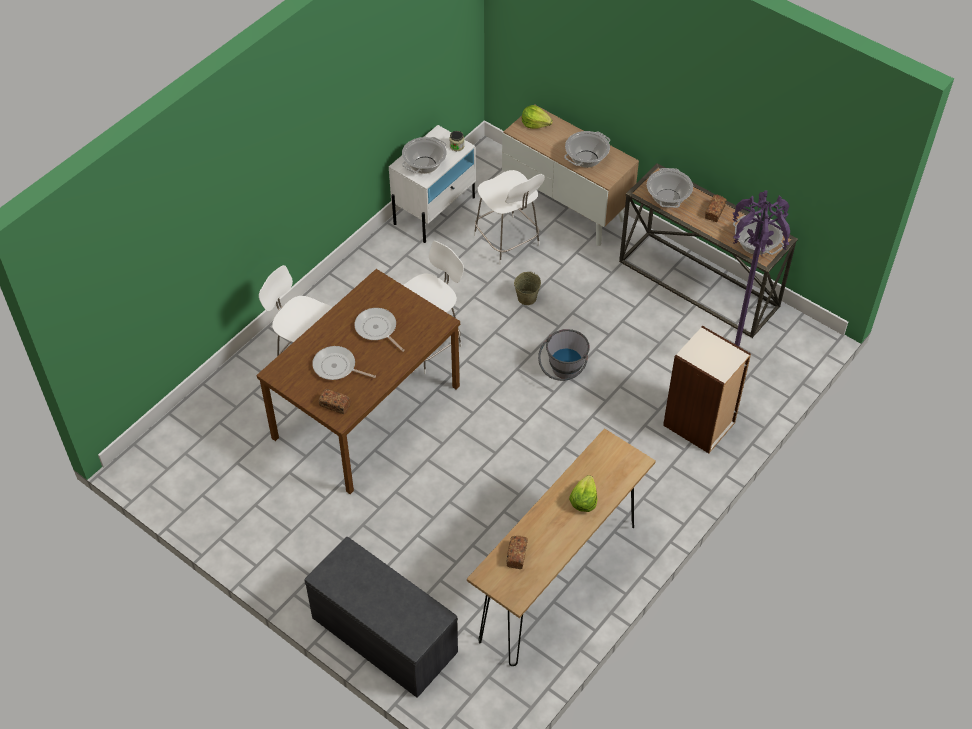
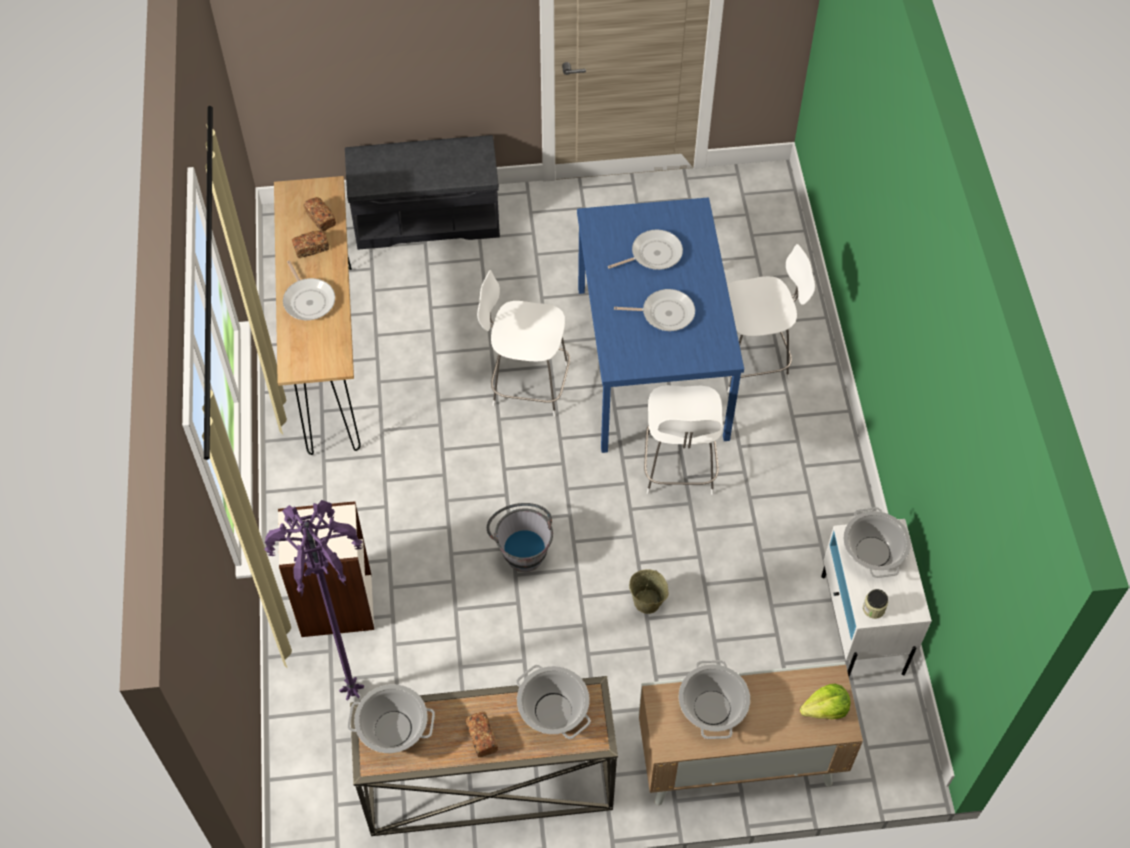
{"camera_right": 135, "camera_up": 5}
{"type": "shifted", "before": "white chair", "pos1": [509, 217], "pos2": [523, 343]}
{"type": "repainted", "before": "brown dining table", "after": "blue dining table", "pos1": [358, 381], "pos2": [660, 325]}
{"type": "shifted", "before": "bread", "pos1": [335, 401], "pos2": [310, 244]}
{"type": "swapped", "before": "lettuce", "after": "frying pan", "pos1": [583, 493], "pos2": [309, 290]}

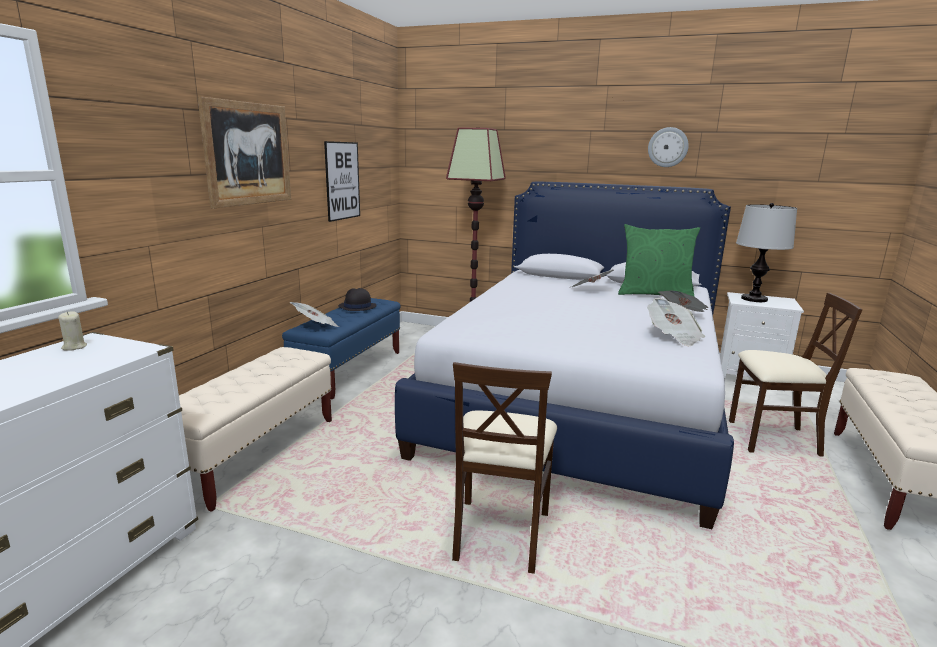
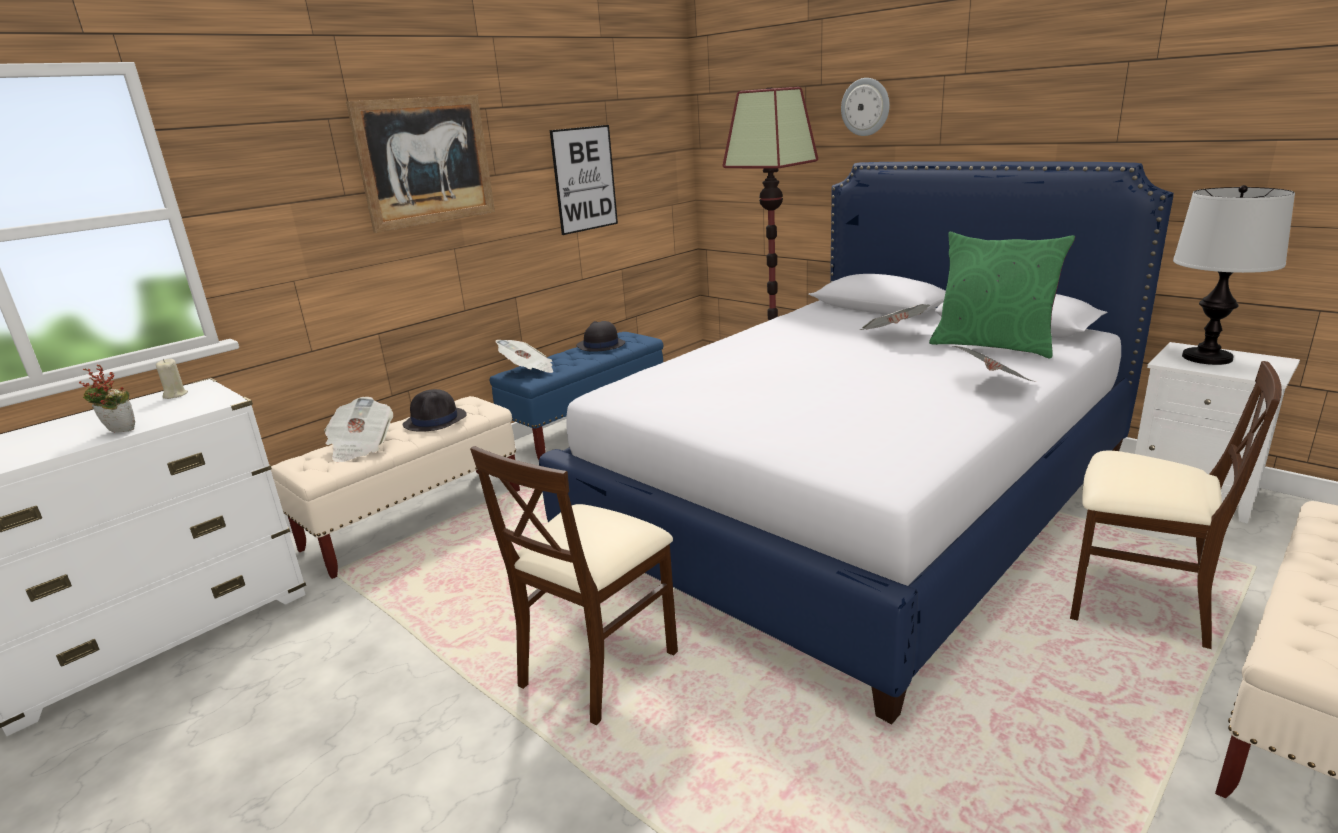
{"camera_right": 25, "camera_up": 5}
{"type": "shifted", "before": "wall clock", "pos1": [668, 147], "pos2": [865, 107]}
{"type": "shifted", "before": "newspaper", "pos1": [676, 322], "pos2": [358, 429]}
{"type": "new", "after": "potted plant", "pos2": [107, 398]}
{"type": "new", "after": "black hat", "pos2": [435, 410]}

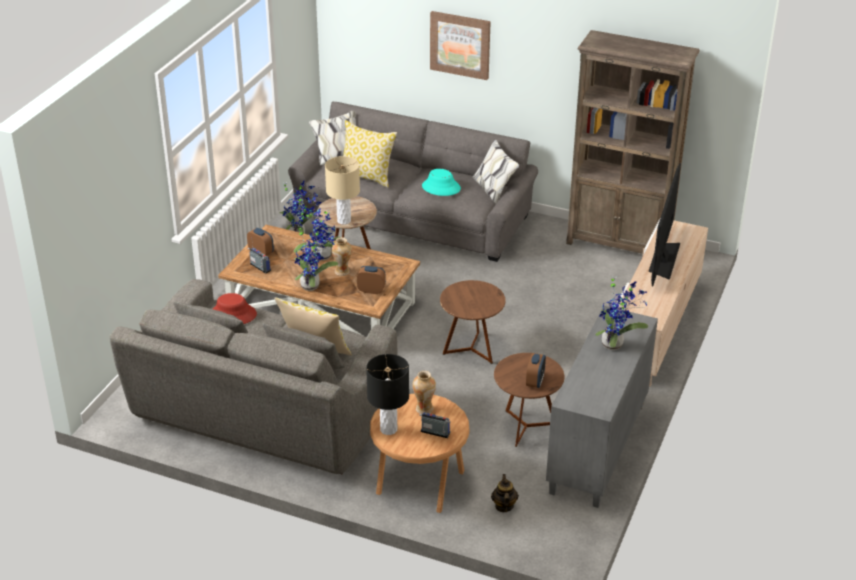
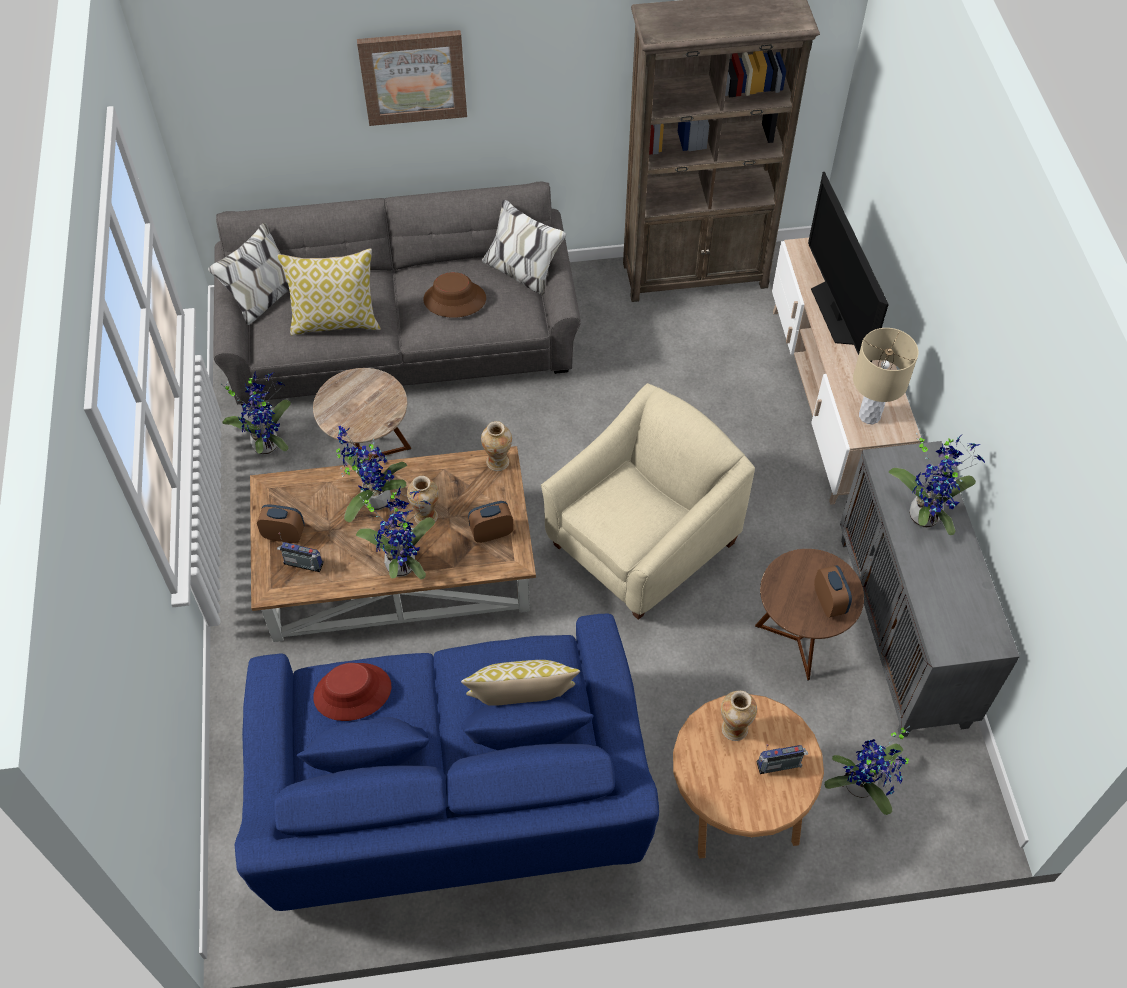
{"camera_right": -30, "camera_up": 20}
{"type": "shifted", "before": "beige table lamp", "pos1": [342, 190], "pos2": [885, 376]}
{"type": "repainted", "before": "turquoise hat", "after": "brown hat", "pos1": [441, 182], "pos2": [454, 295]}
{"type": "repainted", "before": "grey sofa", "after": "blue sofa", "pos1": [253, 376], "pos2": [447, 762]}
{"type": "swapped", "before": "brown side table", "after": "beige armchair", "pos1": [473, 322], "pos2": [648, 501]}
{"type": "gone", "before": "black table lamp", "pos1": [387, 394]}
{"type": "swapped", "before": "teapot", "after": "potted plant", "pos1": [505, 493], "pos2": [867, 770]}
{"type": "new", "after": "vase", "pos2": [496, 446]}

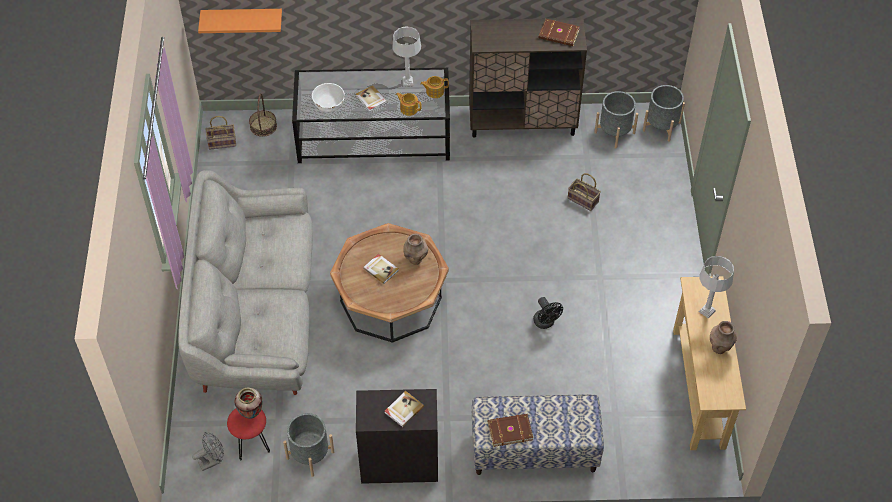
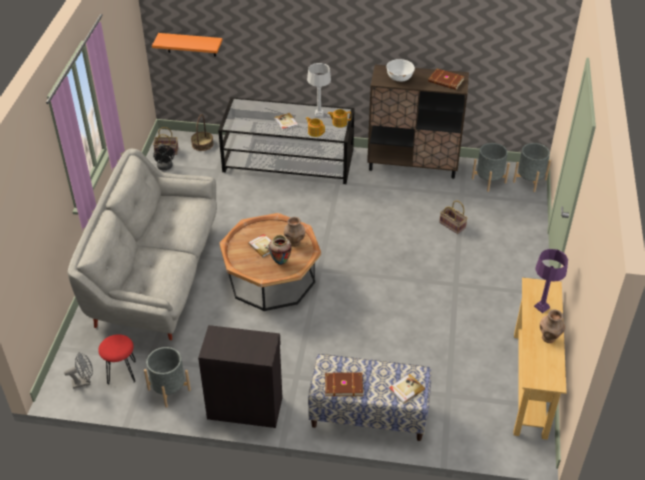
{"camera_right": 10, "camera_up": -10}
{"type": "shifted", "before": "white bowl", "pos1": [328, 97], "pos2": [400, 70]}
{"type": "repainted", "before": "grey table lamp", "after": "purple table lamp", "pos1": [716, 287], "pos2": [551, 281]}
{"type": "shifted", "before": "black fan", "pos1": [548, 313], "pos2": [164, 157]}
{"type": "shifted", "before": "vase", "pos1": [248, 403], "pos2": [280, 250]}
{"type": "shifted", "before": "book", "pos1": [404, 409], "pos2": [407, 389]}

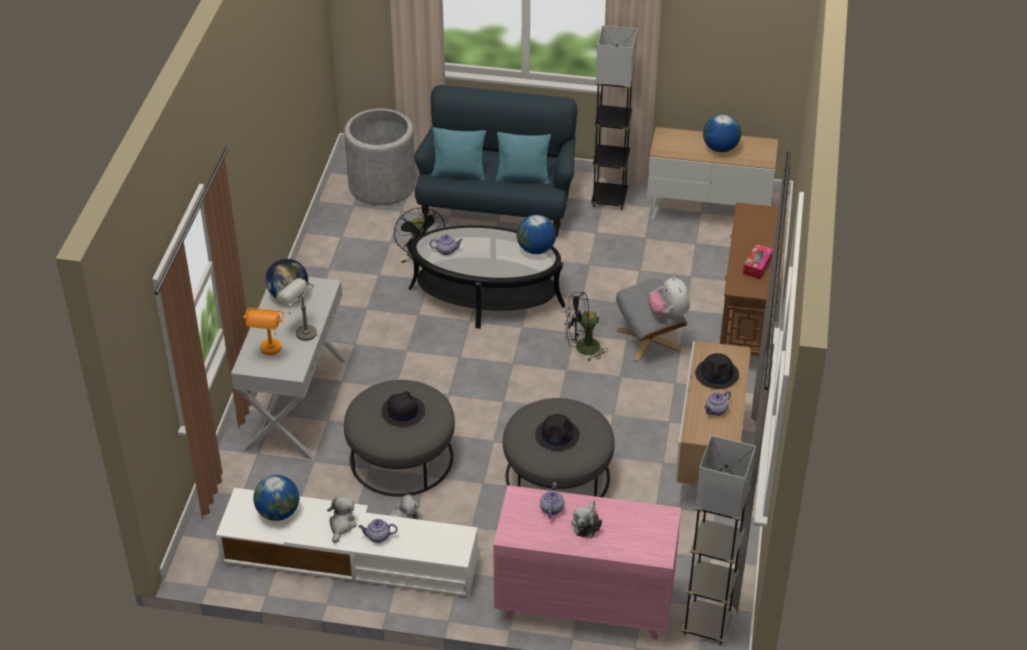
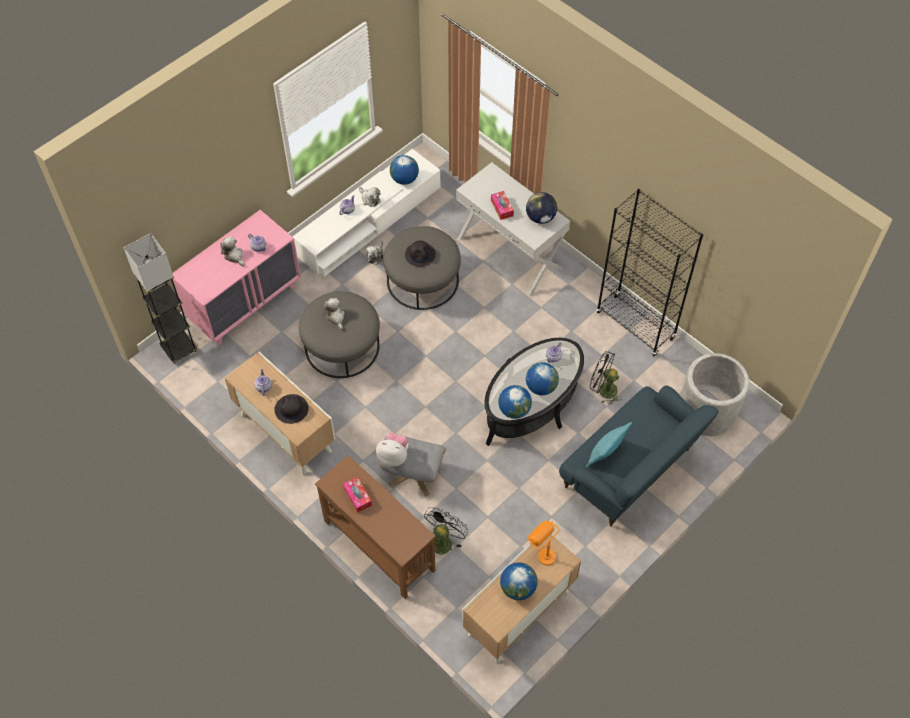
{"camera_right": 125, "camera_up": 15}
{"type": "gone", "before": "grey floor lamp", "pos1": [614, 118]}
{"type": "gone", "before": "turquoise pillow", "pos1": [459, 153]}
{"type": "swapped", "before": "grey table lamp", "after": "tissue box", "pos1": [297, 309], "pos2": [502, 205]}
{"type": "shifted", "before": "black fan", "pos1": [586, 327], "pos2": [446, 530]}
{"type": "shifted", "before": "orange table lamp", "pos1": [263, 331], "pos2": [544, 543]}
{"type": "swapped", "before": "black hat", "after": "plush toy", "pos1": [557, 432], "pos2": [334, 314]}
{"type": "new", "after": "black bookcase", "pos2": [649, 273]}
{"type": "new", "after": "globe", "pos2": [542, 378]}

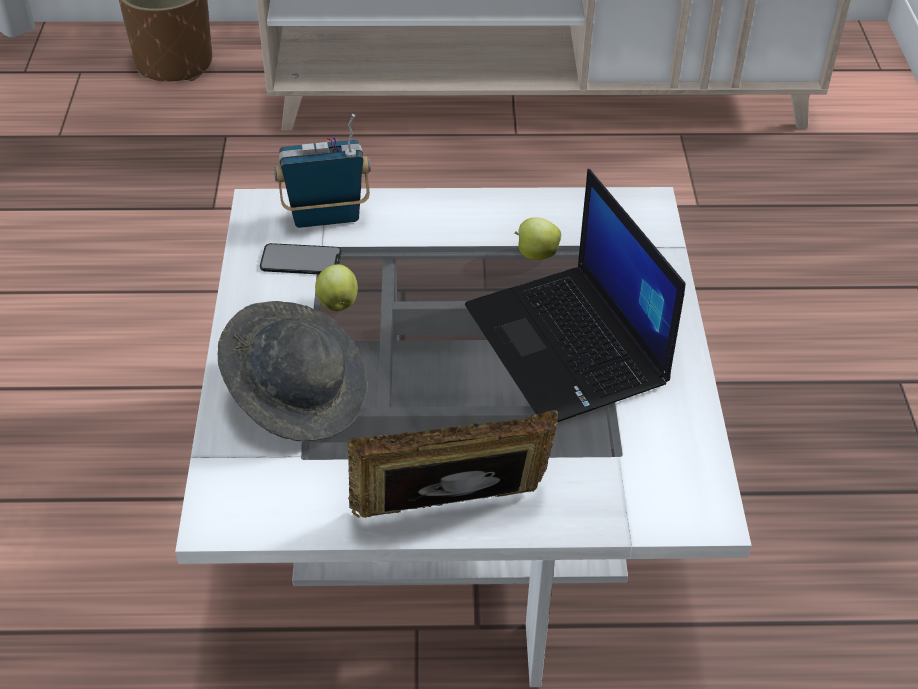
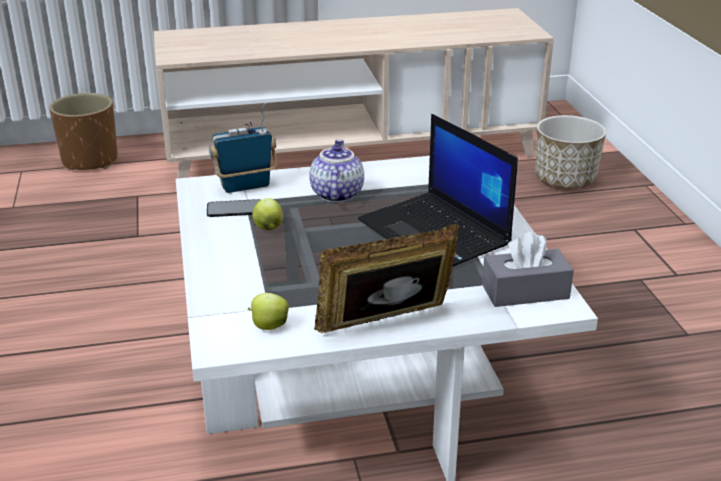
{"camera_right": -10, "camera_up": -15}
{"type": "shifted", "before": "apple", "pos1": [537, 238], "pos2": [268, 311]}
{"type": "gone", "before": "grey hat", "pos1": [292, 371]}
{"type": "new", "after": "planter", "pos2": [570, 152]}
{"type": "new", "after": "teapot", "pos2": [336, 171]}
{"type": "new", "after": "grey tissue box", "pos2": [528, 269]}

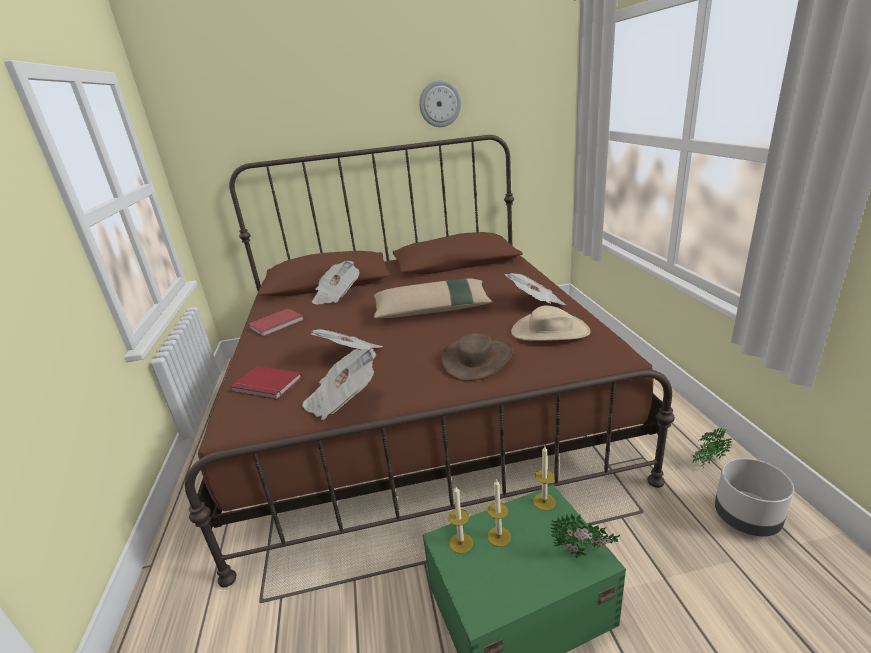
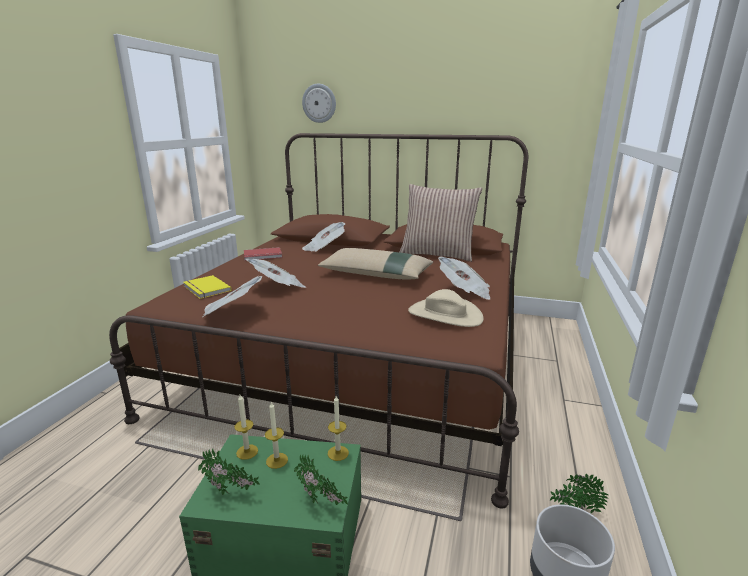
{"camera_right": 25, "camera_up": -5}
{"type": "shifted", "before": "wall clock", "pos1": [440, 103], "pos2": [319, 103]}
{"type": "gone", "before": "brown hat", "pos1": [477, 357]}
{"type": "repainted", "before": "red book", "after": "yellow book", "pos1": [266, 383], "pos2": [207, 287]}
{"type": "new", "after": "pillow", "pos2": [440, 223]}
{"type": "new", "after": "potted plant", "pos2": [229, 472]}

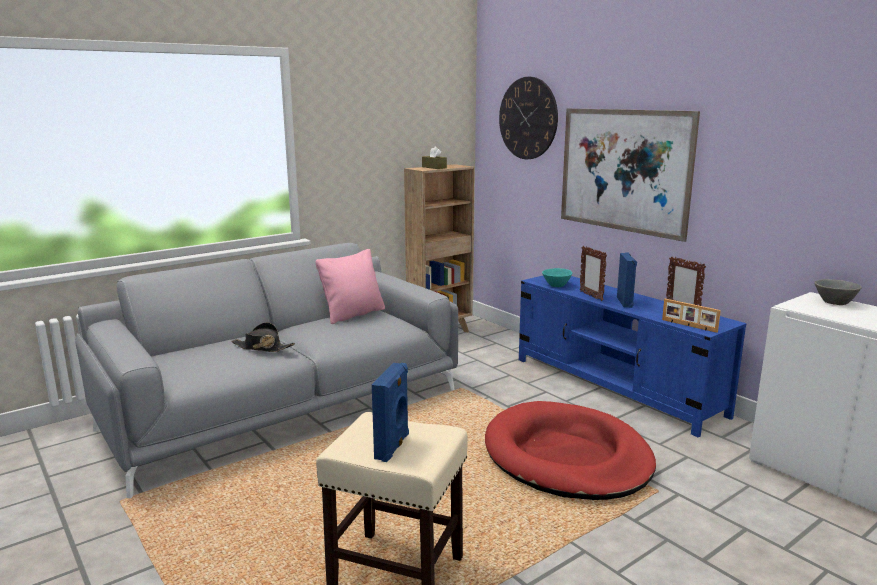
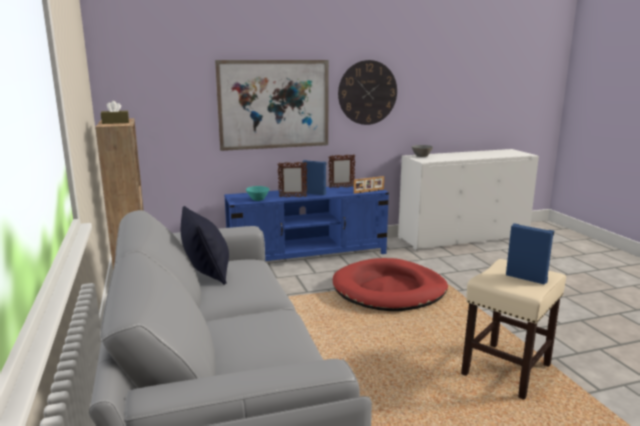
{"camera_right": -70, "camera_up": 0}
{"type": "shifted", "before": "wall clock", "pos1": [528, 118], "pos2": [367, 92]}
{"type": "repainted", "before": "pink pillow", "after": "black pillow", "pos1": [350, 286], "pos2": [205, 245]}
{"type": "gone", "before": "black hat", "pos1": [263, 337]}

